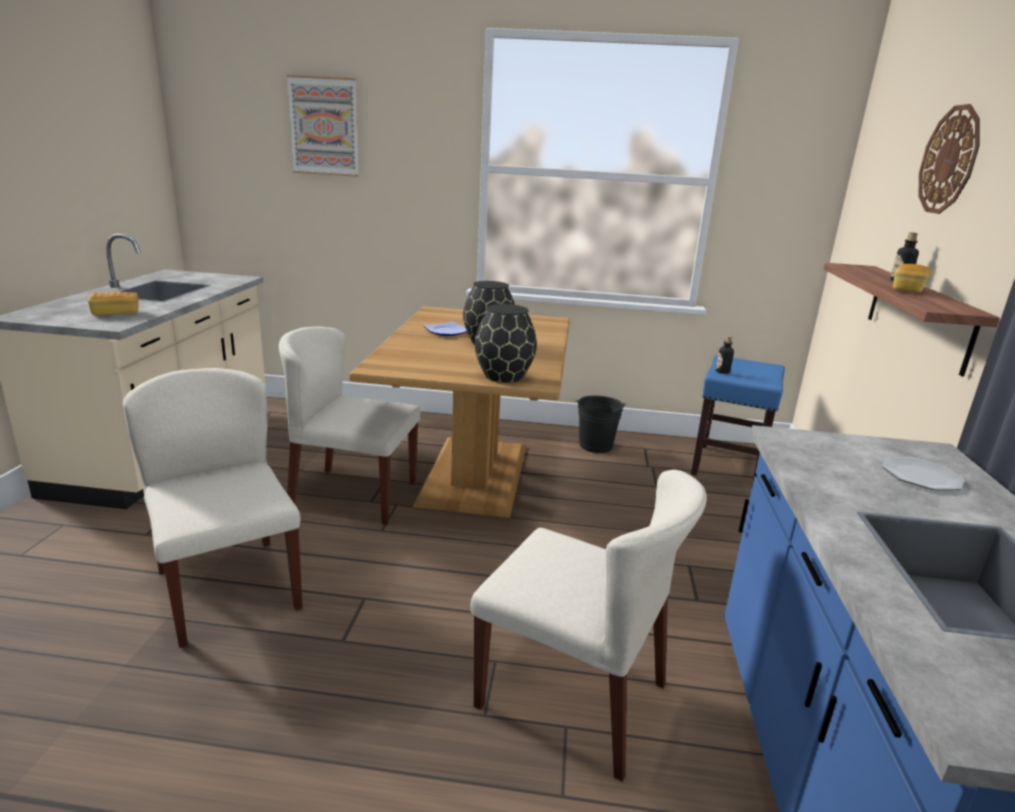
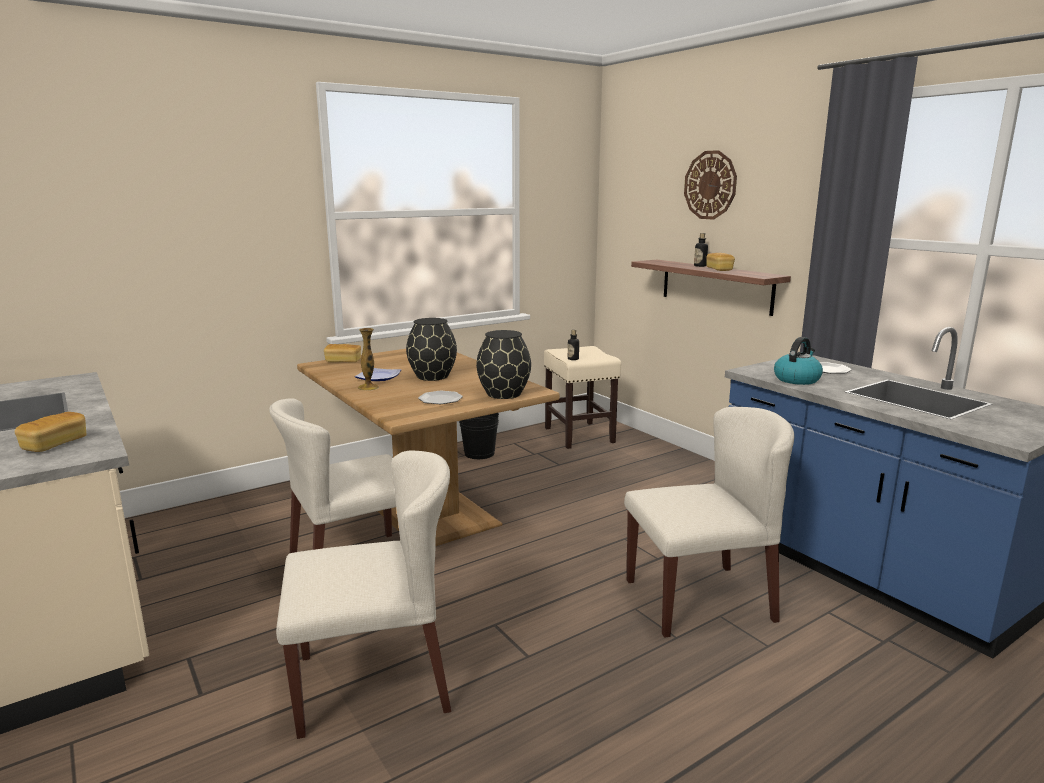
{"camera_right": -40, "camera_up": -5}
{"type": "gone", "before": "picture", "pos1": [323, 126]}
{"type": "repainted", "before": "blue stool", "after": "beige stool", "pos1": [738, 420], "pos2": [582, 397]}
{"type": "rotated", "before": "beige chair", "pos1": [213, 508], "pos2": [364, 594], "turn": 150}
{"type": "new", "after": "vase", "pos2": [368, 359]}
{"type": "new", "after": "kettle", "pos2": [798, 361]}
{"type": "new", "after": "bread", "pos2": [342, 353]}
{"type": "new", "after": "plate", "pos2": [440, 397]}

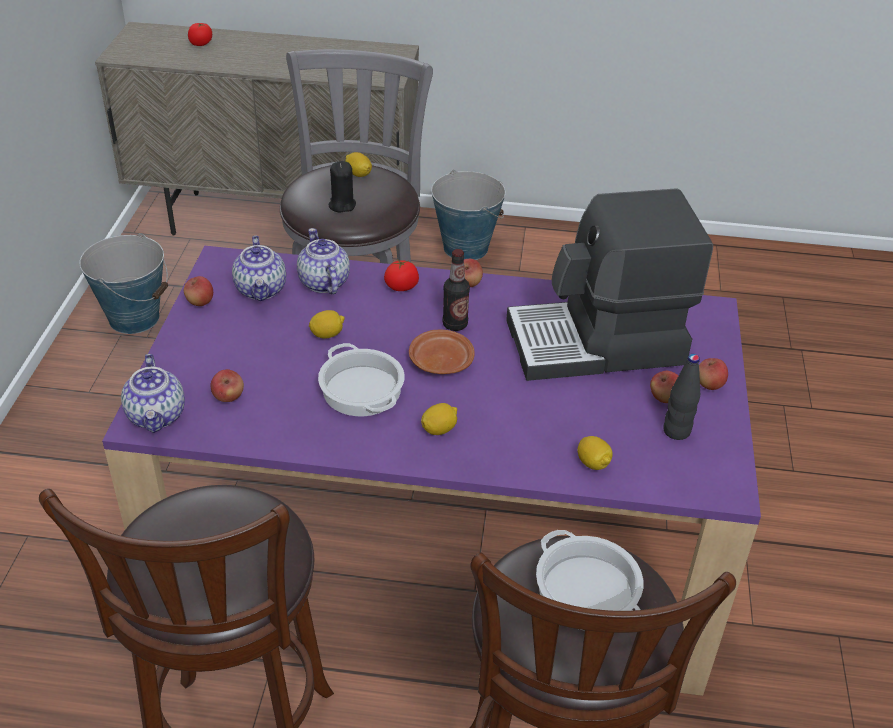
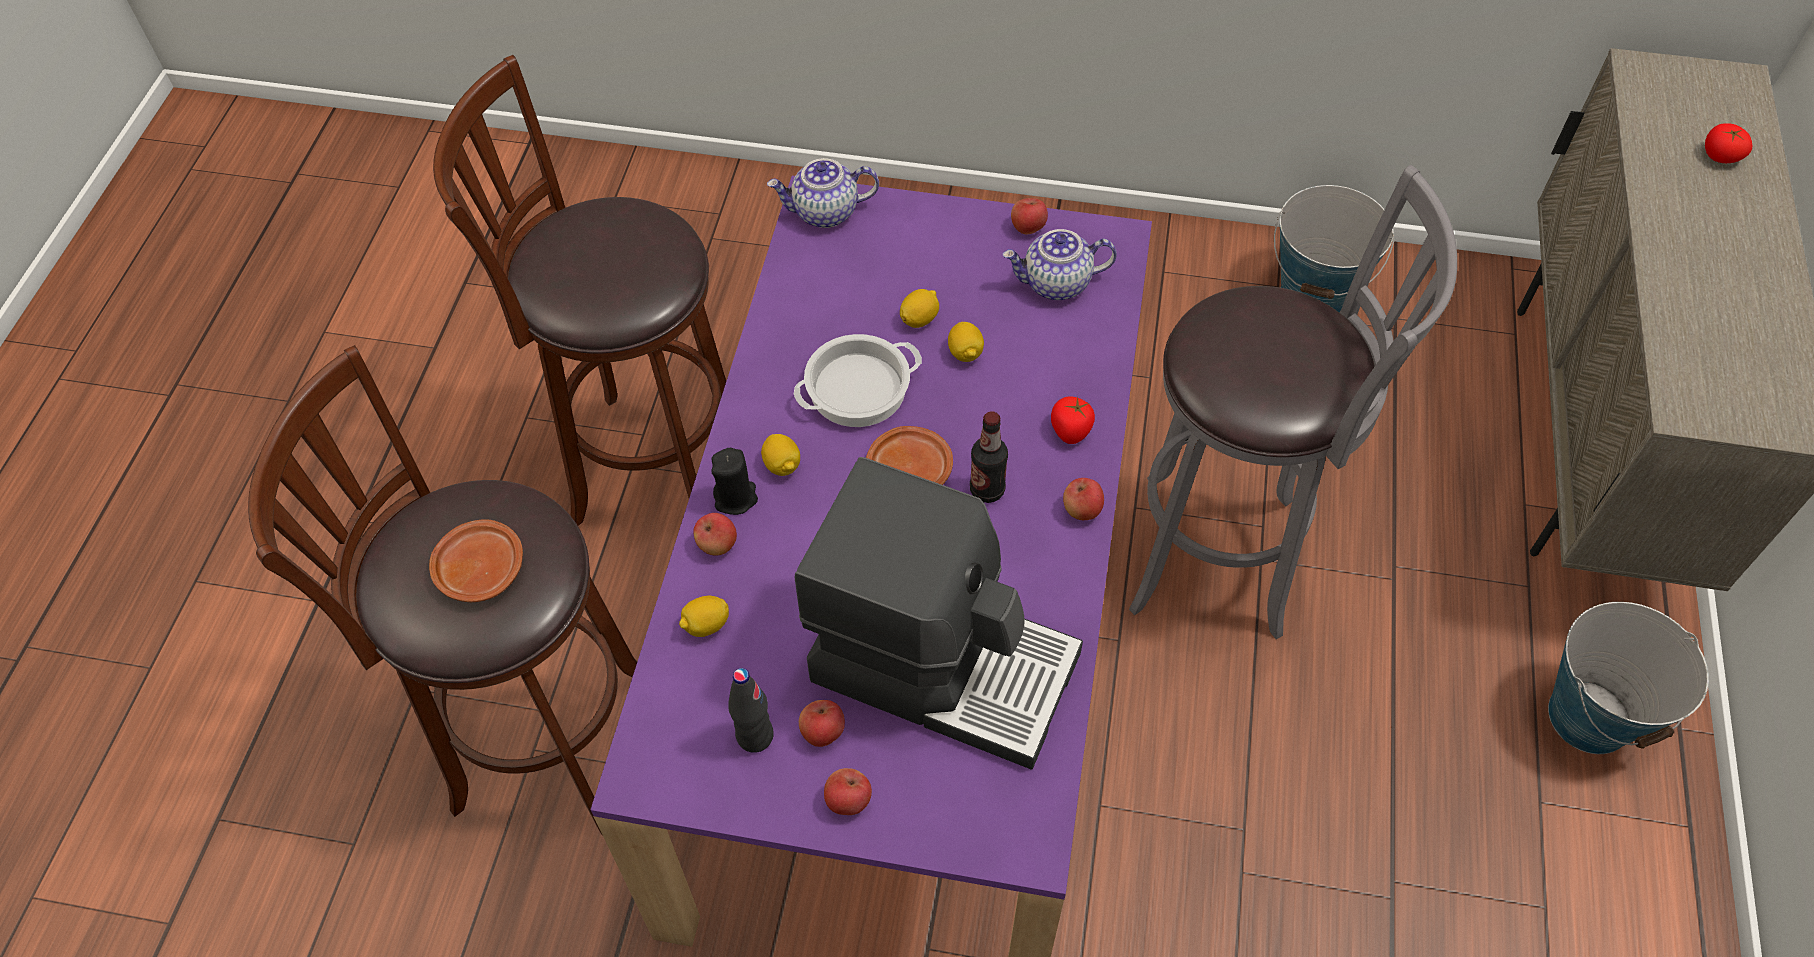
{"camera_right": 95, "camera_up": 15}
{"type": "shifted", "before": "lemon", "pos1": [358, 164], "pos2": [919, 308]}
{"type": "shifted", "before": "black candle", "pos1": [342, 187], "pos2": [734, 481]}
{"type": "rotated", "before": "coffee machine", "pos1": [609, 284], "pos2": [939, 613], "turn": 120}
{"type": "gone", "before": "teapot", "pos1": [323, 261]}
{"type": "shifted", "before": "apple", "pos1": [227, 385], "pos2": [715, 534]}
{"type": "swapped", "before": "cooking pot", "after": "brown plate", "pos1": [589, 580], "pos2": [476, 560]}

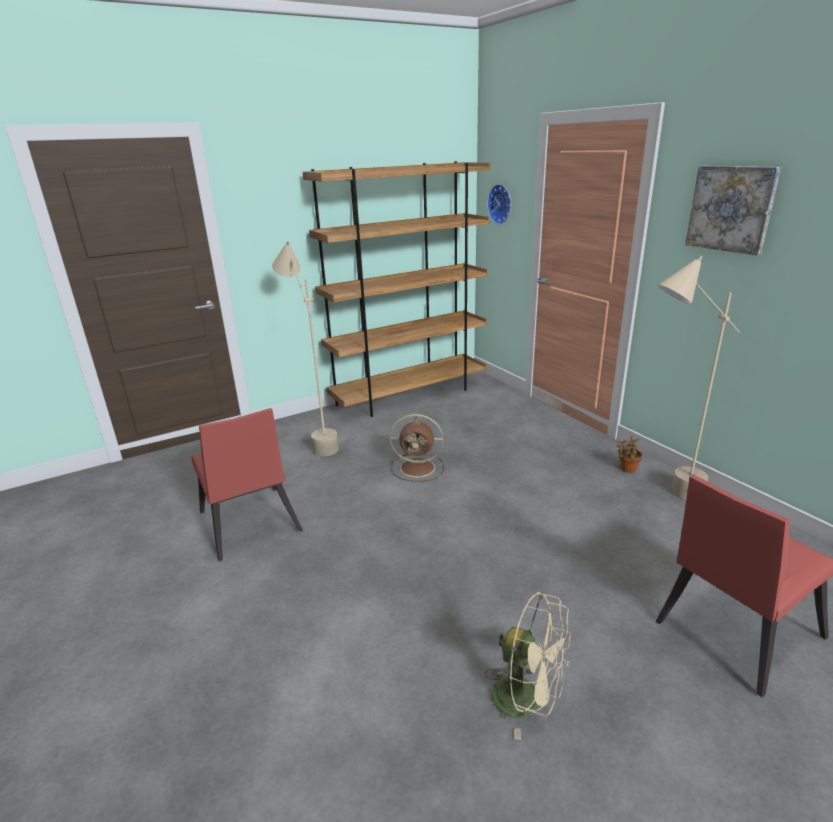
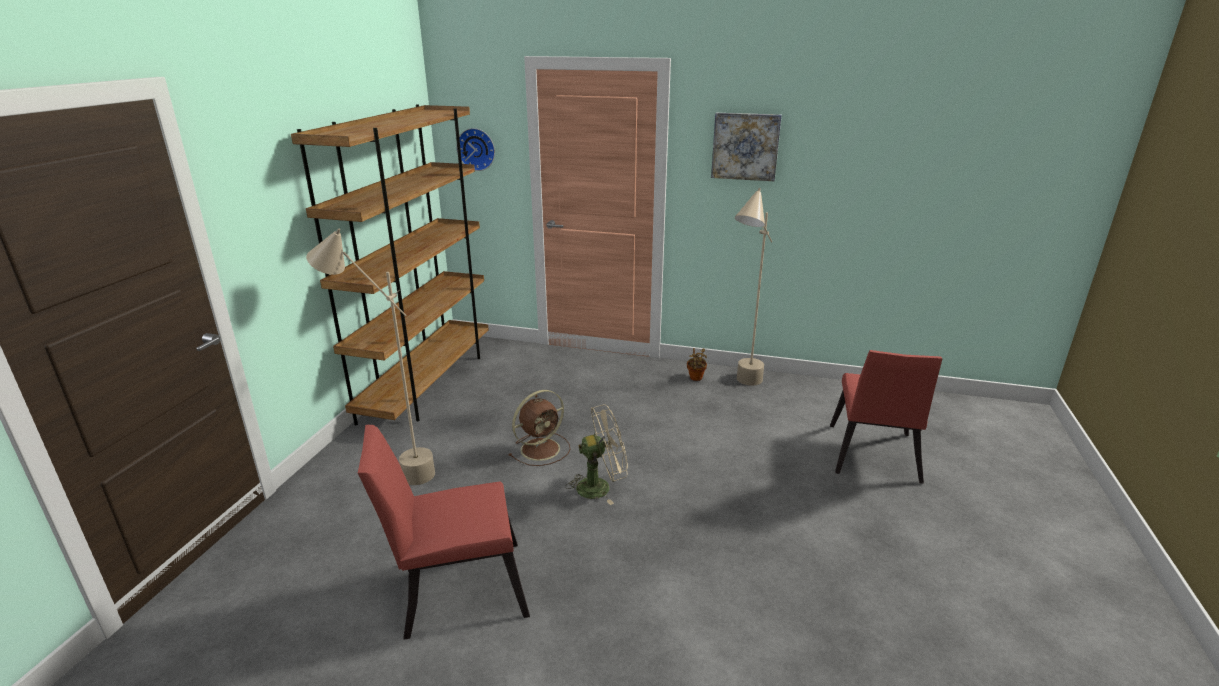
{"camera_right": -45, "camera_up": 0}
{"type": "rotated", "before": "red chair", "pos1": [247, 484], "pos2": [444, 532], "turn": 150}
{"type": "shifted", "before": "beige fan", "pos1": [528, 666], "pos2": [596, 454]}

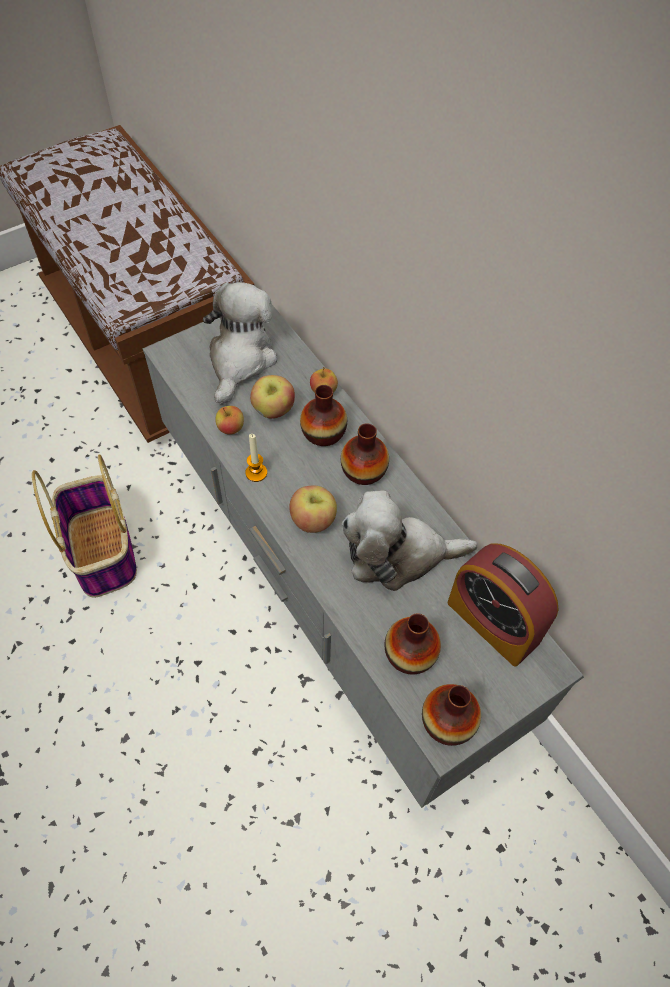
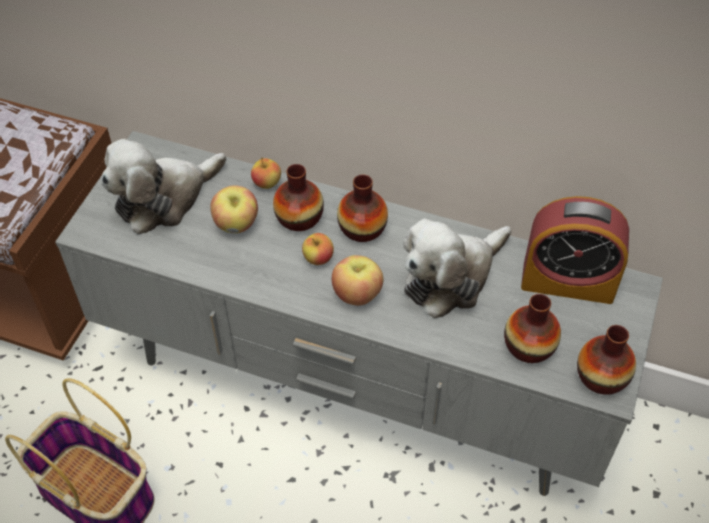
{"camera_right": -35, "camera_up": -5}
{"type": "rotated", "before": "plush toy", "pos1": [239, 343], "pos2": [163, 186], "turn": -105}
{"type": "shifted", "before": "apple", "pos1": [230, 420], "pos2": [318, 249]}
{"type": "gone", "before": "candle", "pos1": [256, 458]}

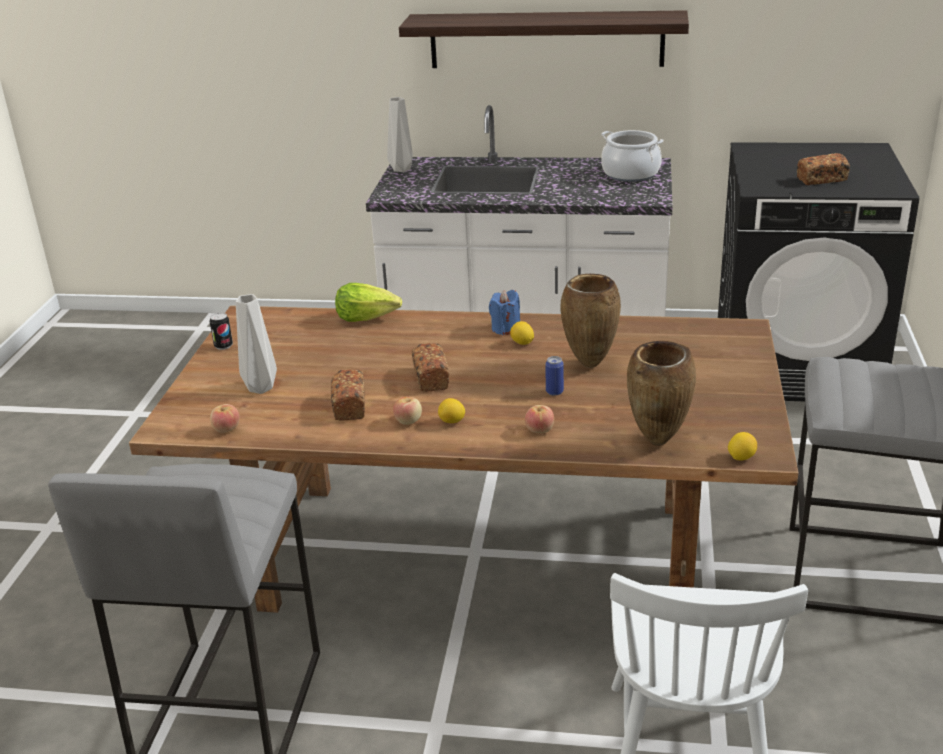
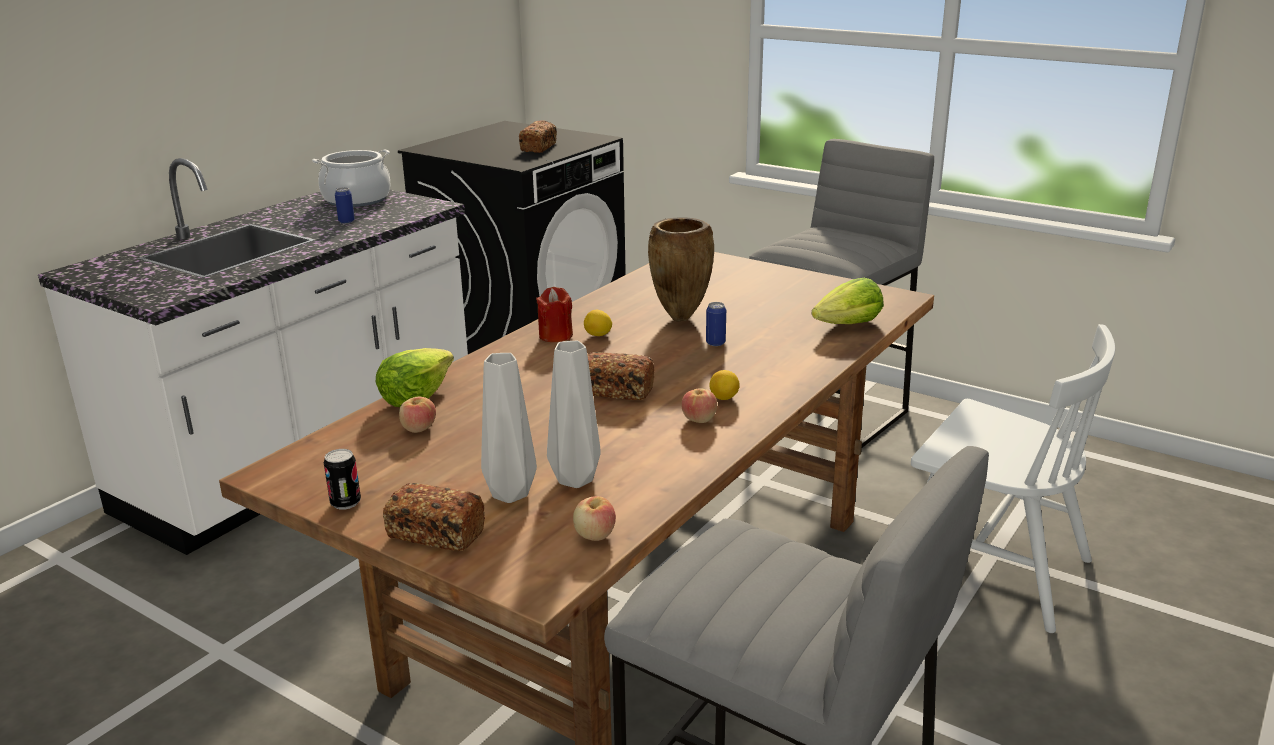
{"camera_right": -65, "camera_up": -5}
{"type": "gone", "before": "shelf", "pos1": [544, 39]}
{"type": "shifted", "before": "grey vase", "pos1": [400, 134], "pos2": [574, 414]}
{"type": "repainted", "before": "blue candle", "after": "red candle", "pos1": [504, 312], "pos2": [554, 314]}
{"type": "swapped", "before": "brown vase", "after": "lettuce", "pos1": [661, 393], "pos2": [848, 301]}
{"type": "shifted", "before": "bread", "pos1": [348, 395], "pos2": [434, 517]}
{"type": "shifted", "before": "apple", "pos1": [539, 419], "pos2": [417, 415]}
{"type": "gone", "before": "lemon", "pos1": [742, 446]}
{"type": "new", "after": "can", "pos2": [345, 205]}

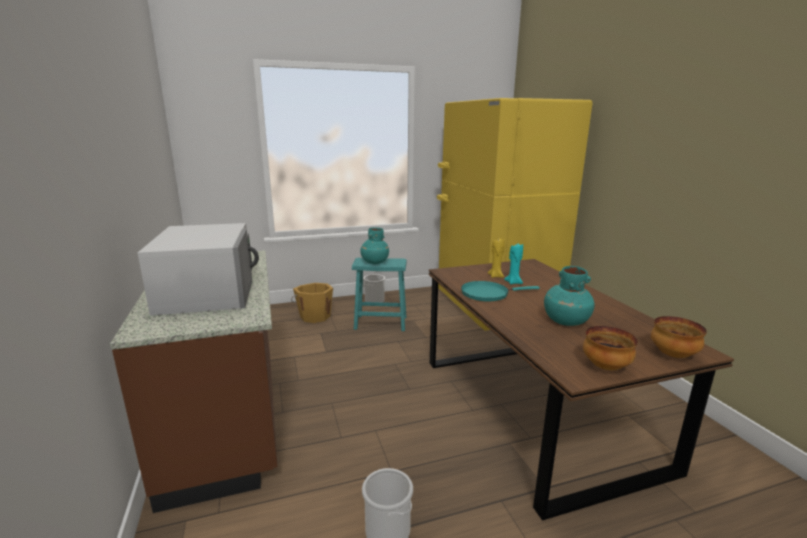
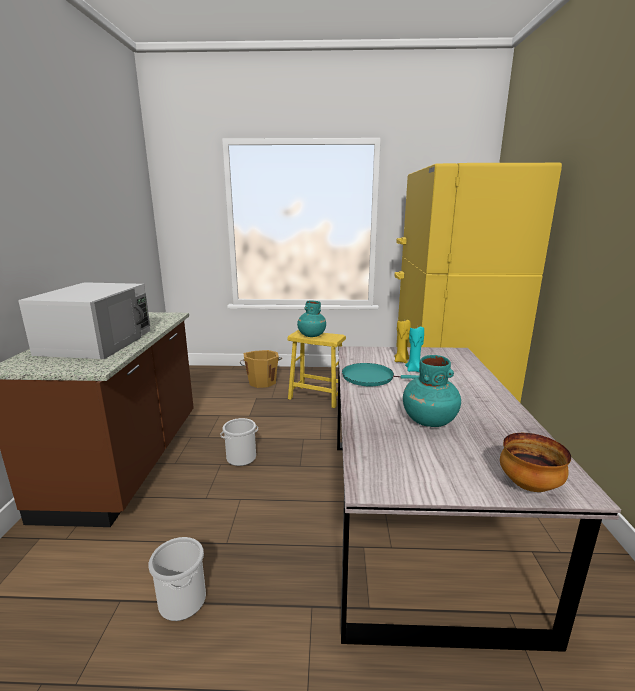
{"camera_right": 20, "camera_up": 0}
{"type": "repainted", "before": "turquoise stool", "after": "yellow stool", "pos1": [379, 294], "pos2": [316, 369]}
{"type": "repainted", "before": "brown dining table", "after": "grey dining table", "pos1": [581, 389], "pos2": [479, 499]}
{"type": "shifted", "before": "bucket", "pos1": [374, 288], "pos2": [239, 442]}
{"type": "gone", "before": "bowl", "pos1": [610, 348]}

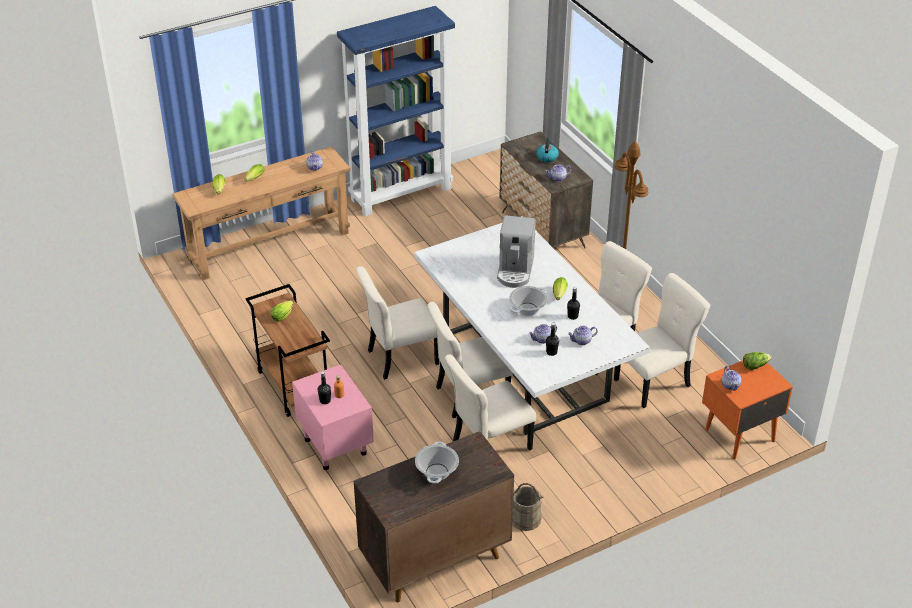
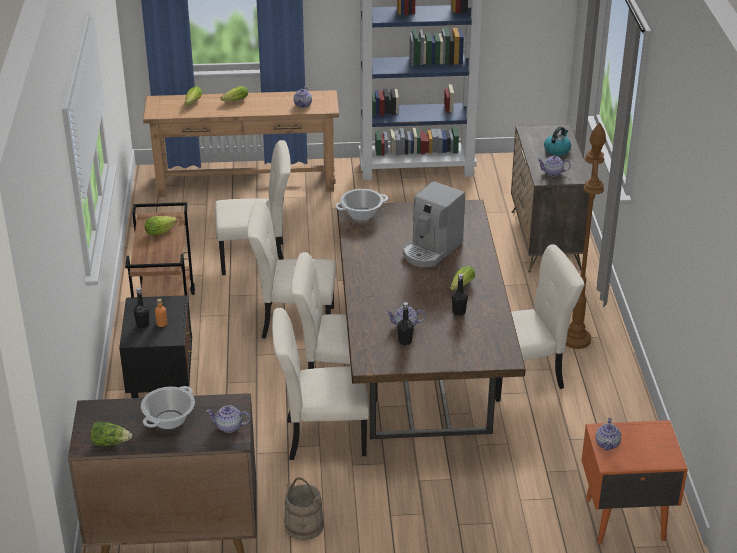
{"camera_right": 25, "camera_up": -5}
{"type": "repainted", "before": "white dining table", "after": "brown dining table", "pos1": [532, 325], "pos2": [431, 319]}
{"type": "shifted", "before": "beige chair", "pos1": [662, 340], "pos2": [253, 207]}
{"type": "shifted", "before": "cooking pot", "pos1": [528, 301], "pos2": [361, 204]}
{"type": "shifted", "before": "teapot", "pos1": [583, 335], "pos2": [228, 419]}
{"type": "shifted", "before": "lettuce", "pos1": [757, 361], "pos2": [111, 433]}
{"type": "repainted", "before": "pink nightstand", "after": "black nightstand", "pos1": [333, 417], "pos2": [155, 346]}

